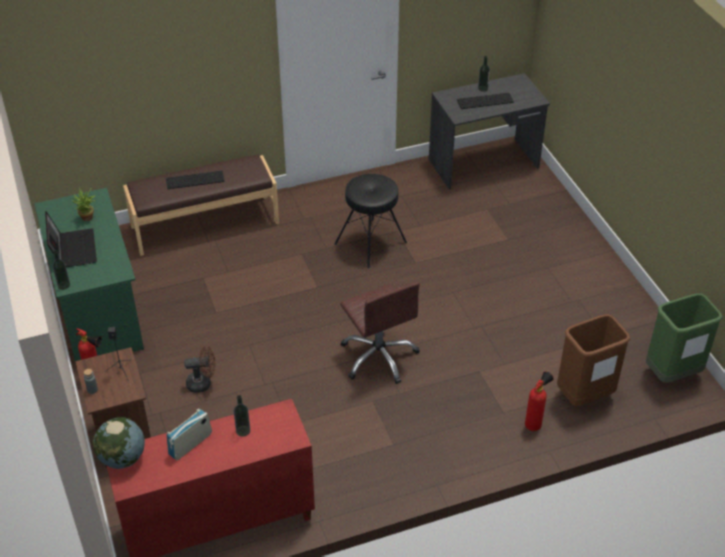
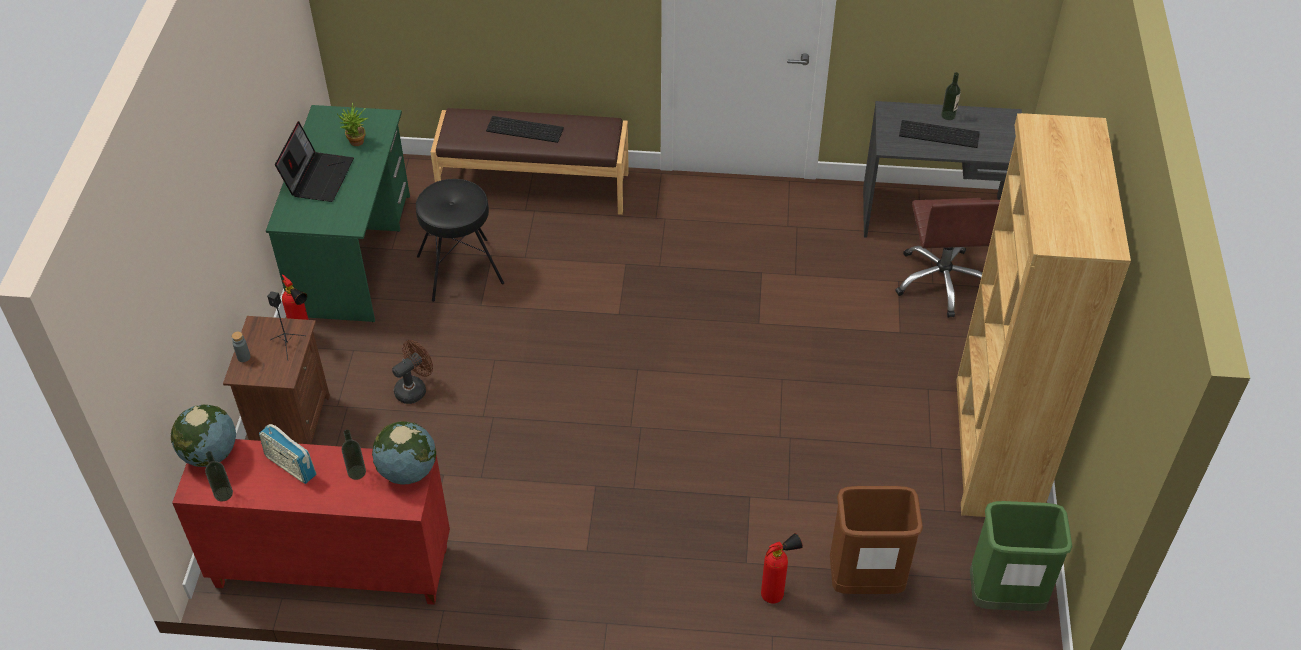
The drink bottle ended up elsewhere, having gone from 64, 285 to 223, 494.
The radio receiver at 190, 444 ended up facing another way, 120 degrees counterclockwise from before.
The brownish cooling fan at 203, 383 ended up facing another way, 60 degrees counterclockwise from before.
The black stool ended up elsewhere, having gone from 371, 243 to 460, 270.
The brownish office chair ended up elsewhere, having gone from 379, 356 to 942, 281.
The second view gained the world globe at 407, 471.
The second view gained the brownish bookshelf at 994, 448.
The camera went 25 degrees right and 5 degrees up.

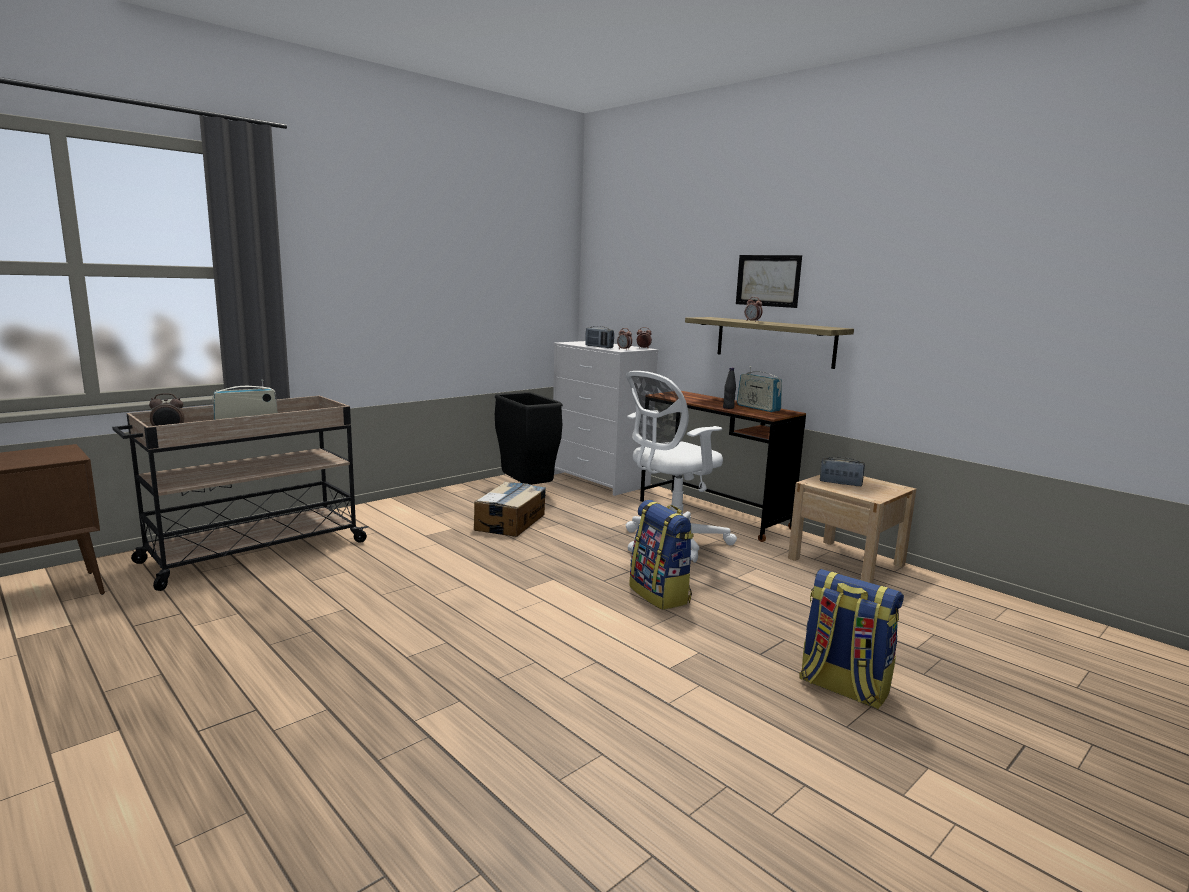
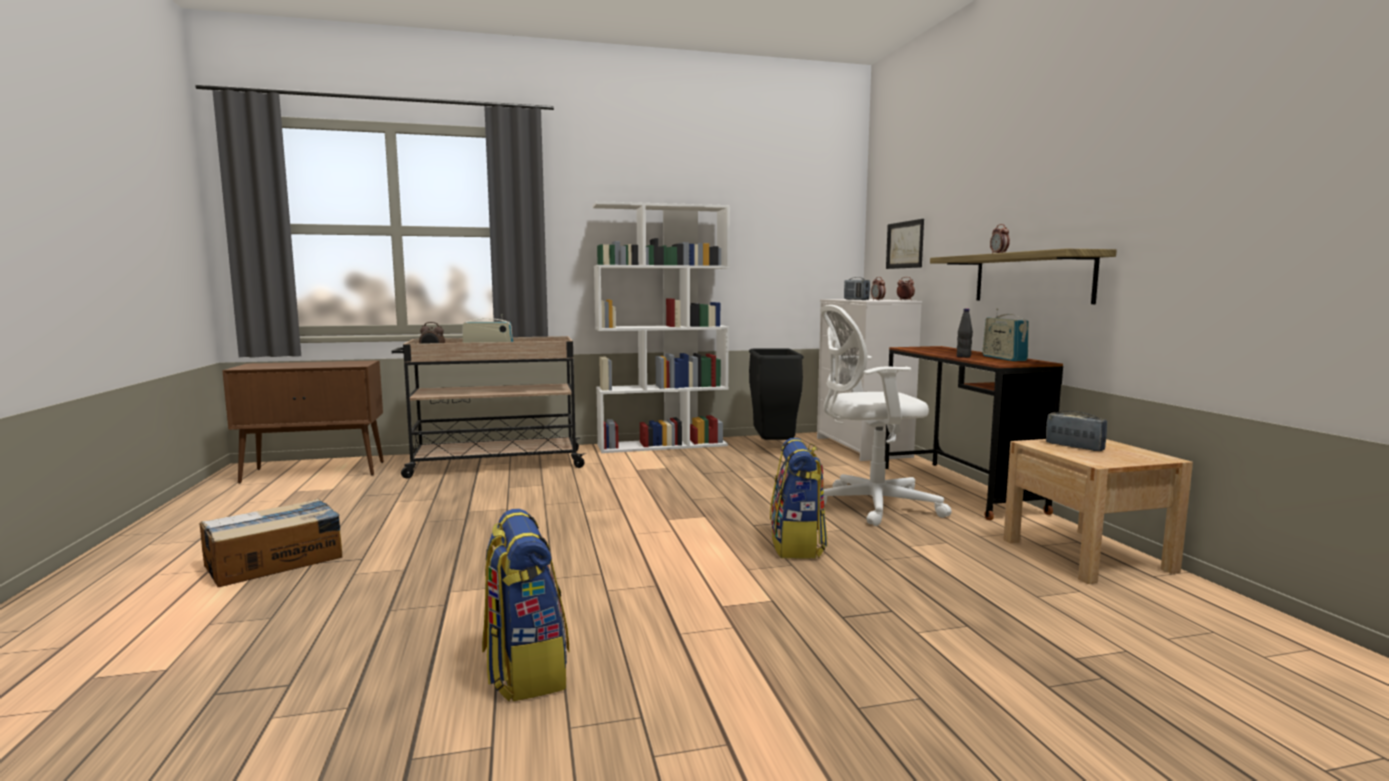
The carton ended up elsewhere, having gone from 511, 522 to 276, 561.
The picture ended up elsewhere, having gone from 768, 280 to 904, 245.
The knapsack ended up elsewhere, having gone from 842, 688 to 525, 670.
The second view gained the white-coloured bookshelf at 663, 445.
The camera went 30 degrees right and 5 degrees down.

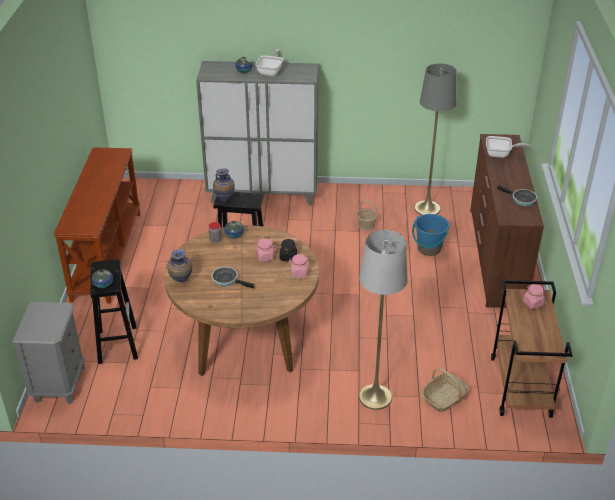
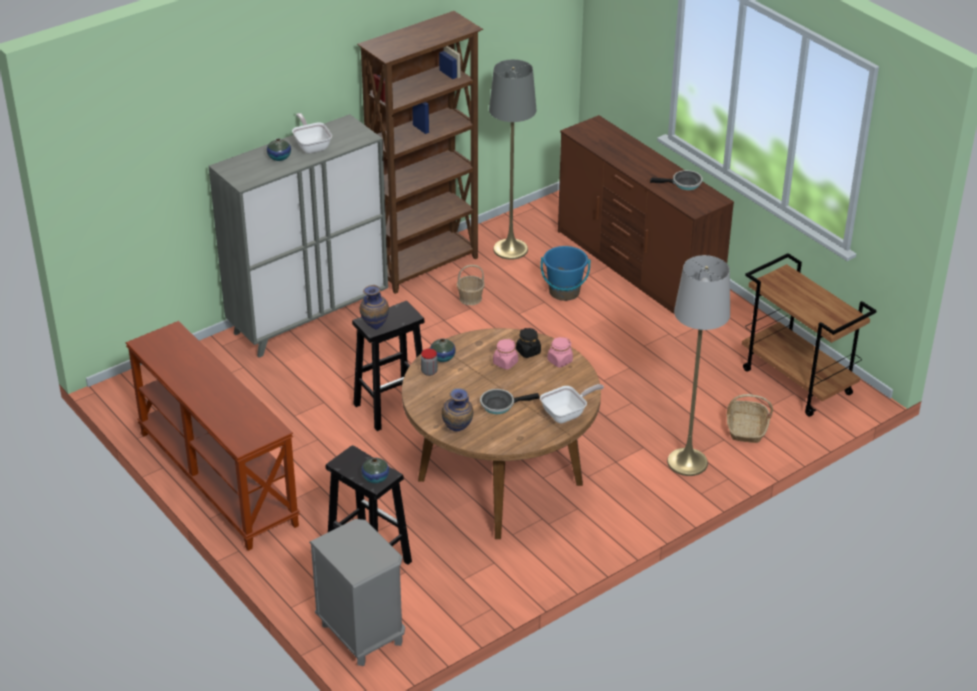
The pan ended up elsewhere, having gone from 500, 154 to 567, 414.
The second view lost the pink preserve jar at 533, 303.
The second view gained the brownish bookshelf at 426, 266.
The camera went 40 degrees left and 0 degrees up.

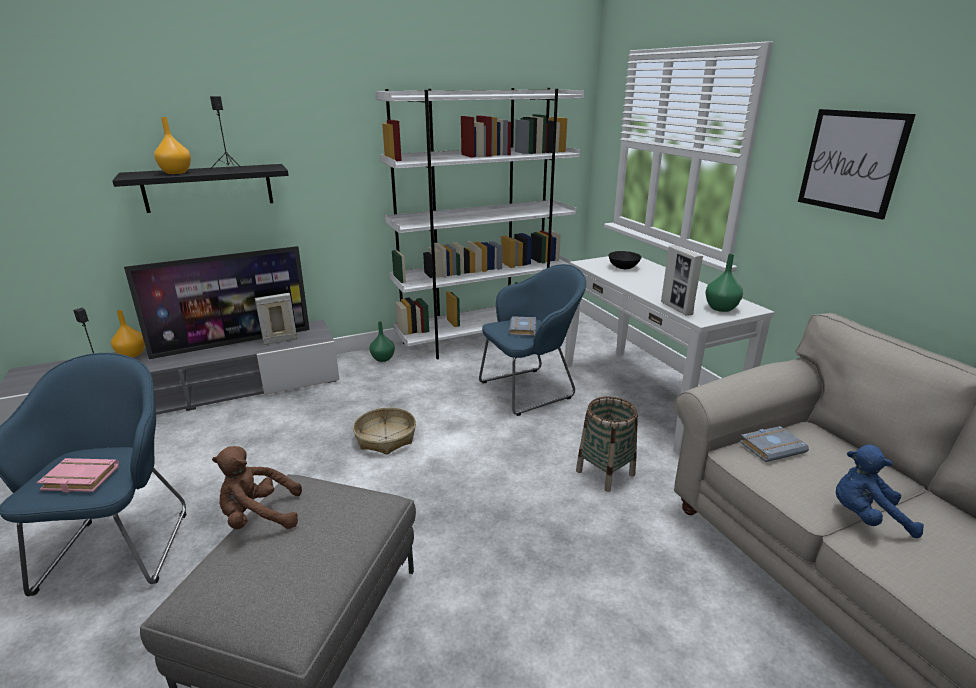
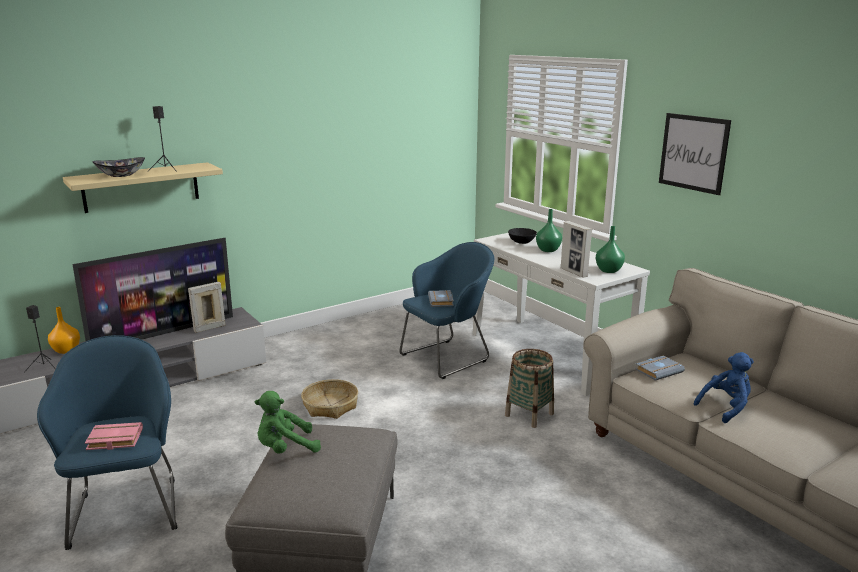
What was the black bracket shelf at 208, 188 turned into the beige-coloured bracket shelf at 141, 187.
Where the orange flower vase stood at 177, 172, the deep dish came to stand at 121, 175.
What was the brownish cuddly toy at 259, 517 turned into the green-coloured cuddly toy at 285, 449.
The green-coloured flower vase ended up elsewhere, having gone from 383, 359 to 548, 250.
The second view lost the white-coloured bookshelf at 484, 338.
The blue cuddly toy at 865, 517 ended up facing another way, 150 degrees clockwise from before.
The camera went 10 degrees left and 5 degrees down.

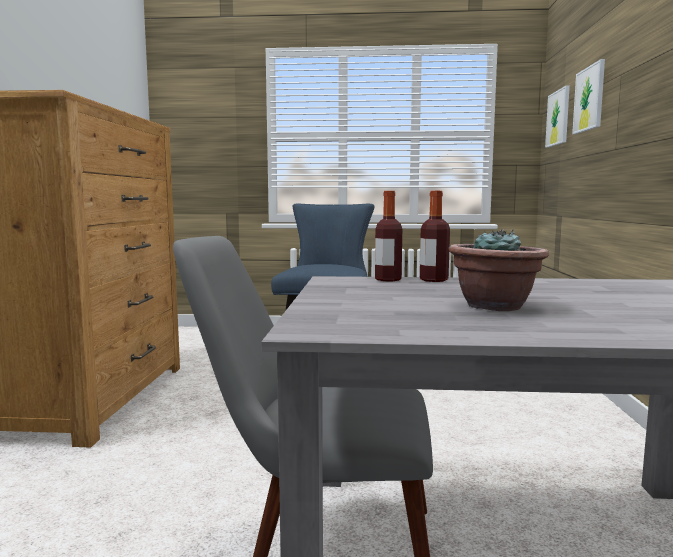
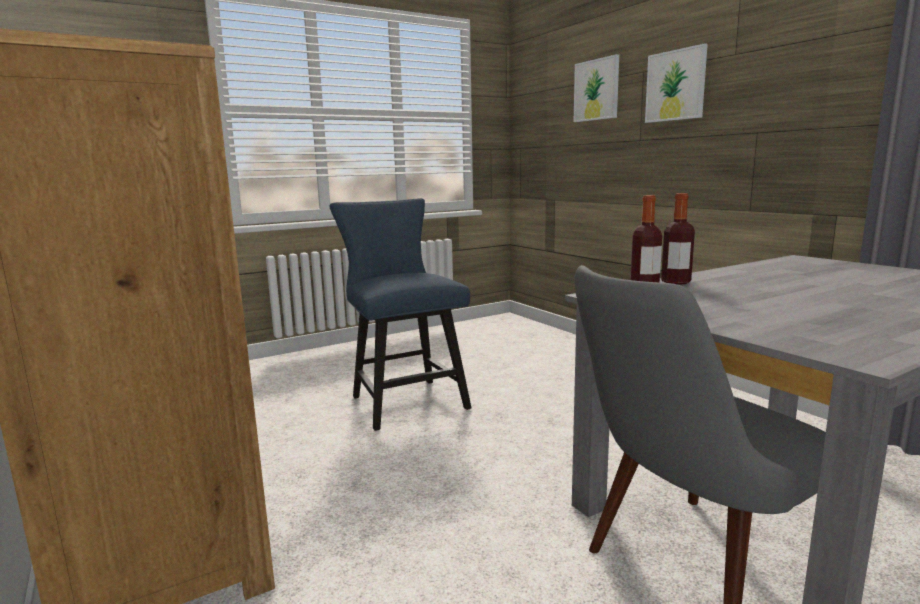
The second view lost the potted plant at 495, 306.
The picture ended up elsewhere, having gone from 558, 118 to 675, 85.
The camera went 35 degrees left and 5 degrees up.

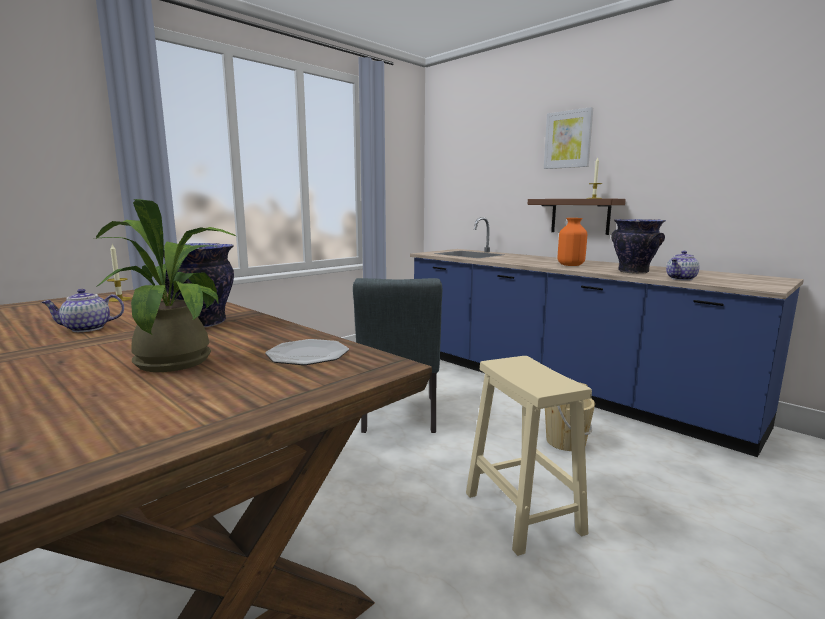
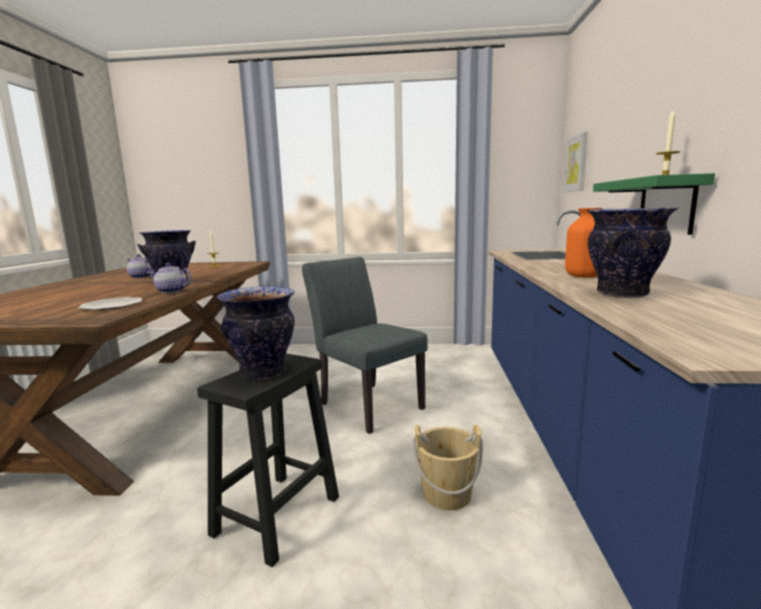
The second view lost the potted plant at 178, 359.
The grey upright chair at 399, 417 ended up facing another way, 90 degrees clockwise from before.
What was the beige-coloured stool at 524, 514 turned into the black stool at 276, 517.
What was the brownish bracket shelf at 580, 216 turned into the green-coloured bracket shelf at 666, 205.
The picture ended up elsewhere, having gone from 568, 139 to 576, 163.
The tea pot ended up elsewhere, having gone from 681, 279 to 171, 291.
The second view gained the flower vase at 264, 372.
The camera went 50 degrees right and 0 degrees up.

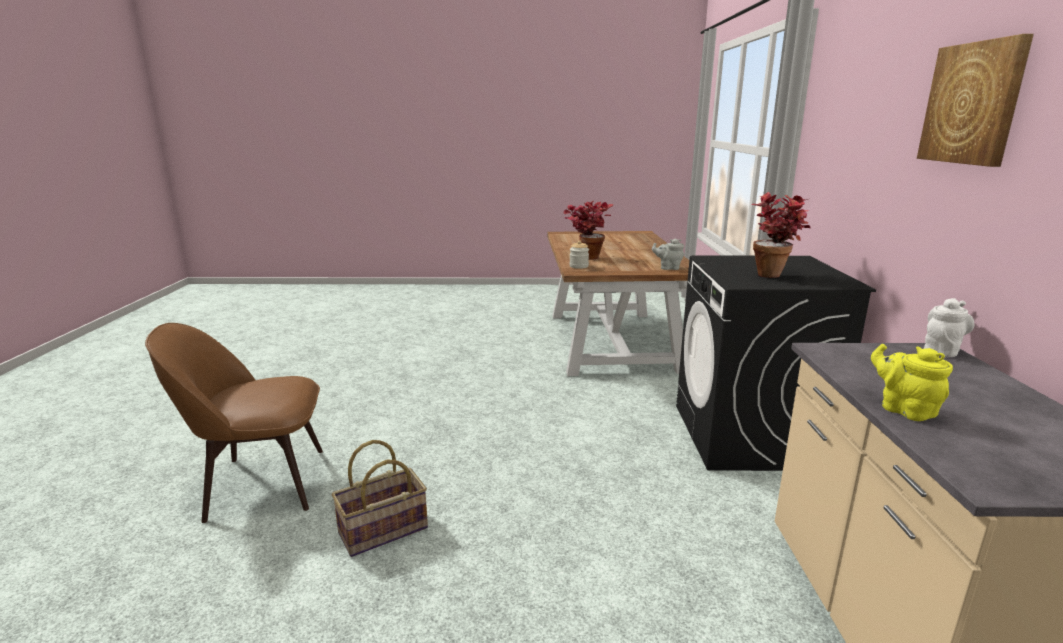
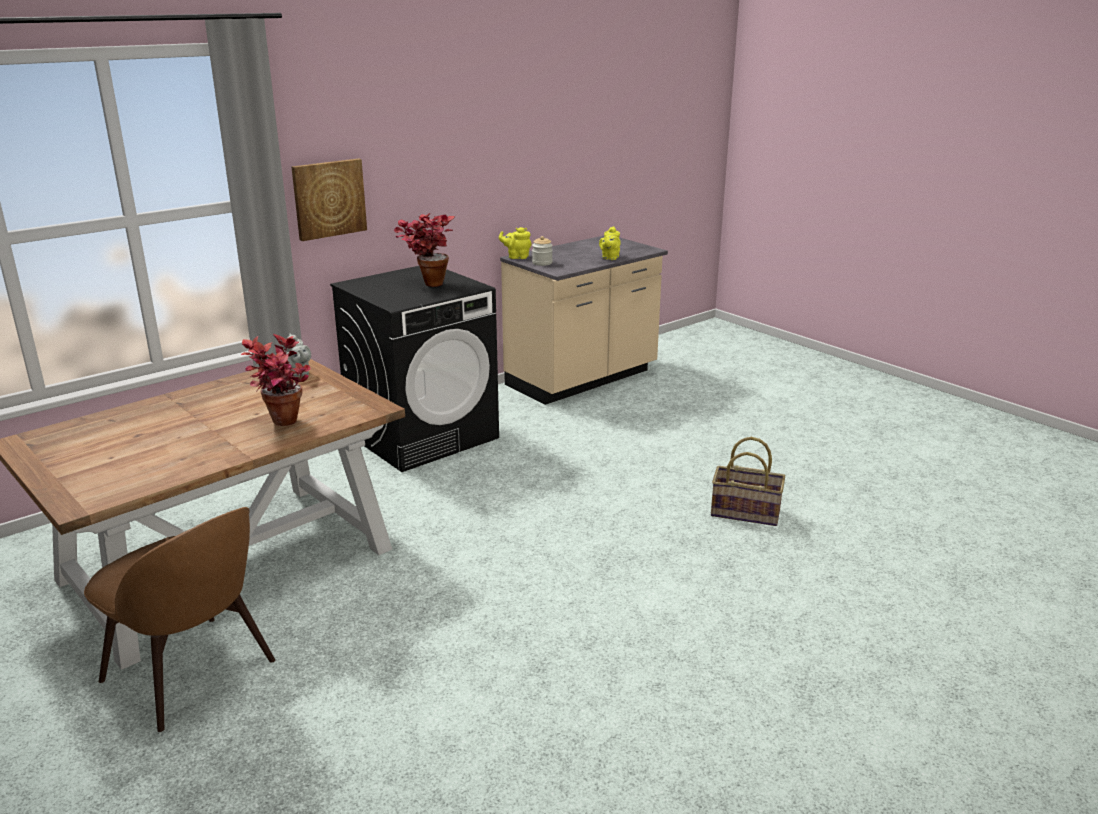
The brownish upright chair ended up elsewhere, having gone from 260, 484 to 192, 674.
The preserve jar ended up elsewhere, having gone from 578, 266 to 542, 263.
The picture ended up elsewhere, having gone from 973, 103 to 329, 198.
What was the white-coloured tea pot at 942, 350 turned into the yellowish tea pot at 517, 257.
The camera went 130 degrees left and 5 degrees up.

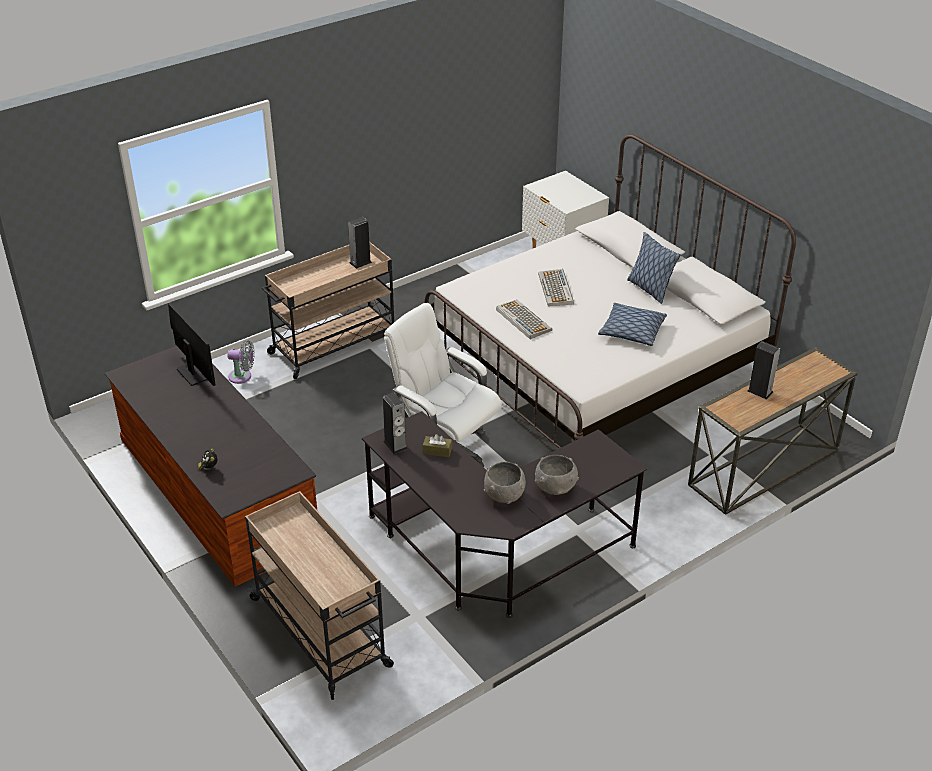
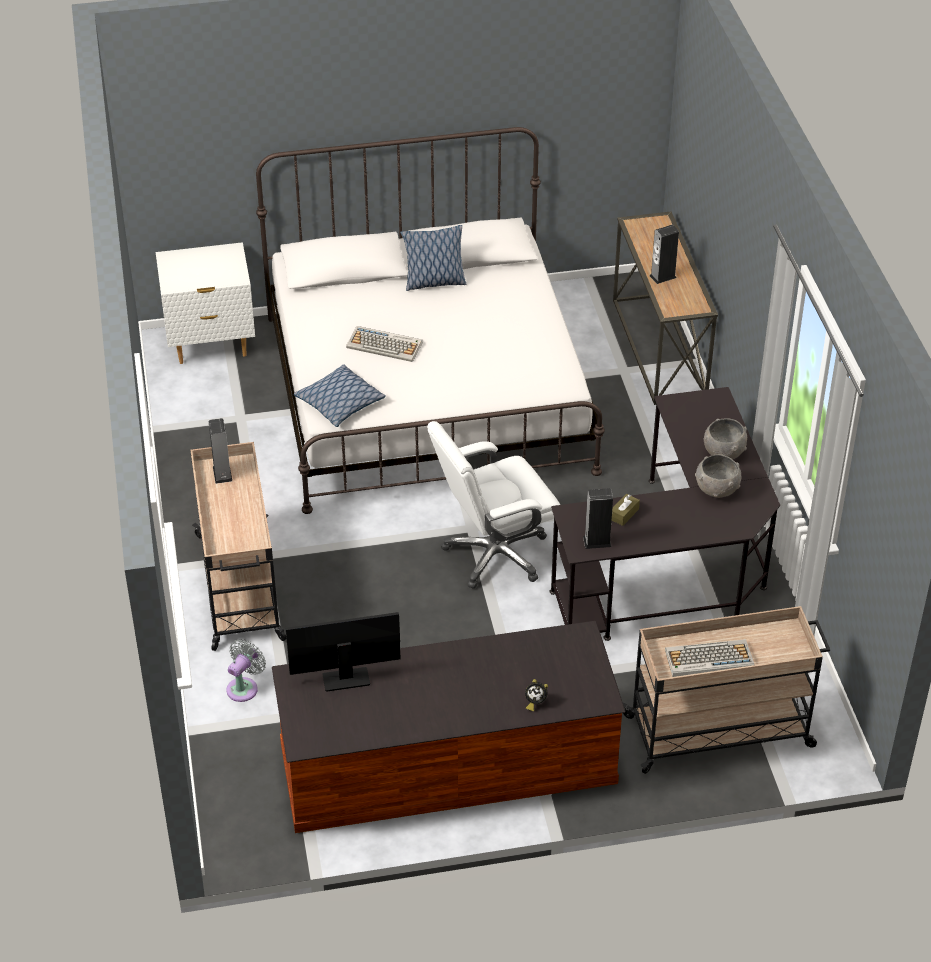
The computer keyboard ended up elsewhere, having gone from 523, 320 to 708, 659.
The throw pillow ended up elsewhere, having gone from 631, 331 to 340, 403.
The camera went 65 degrees left and 5 degrees up.

